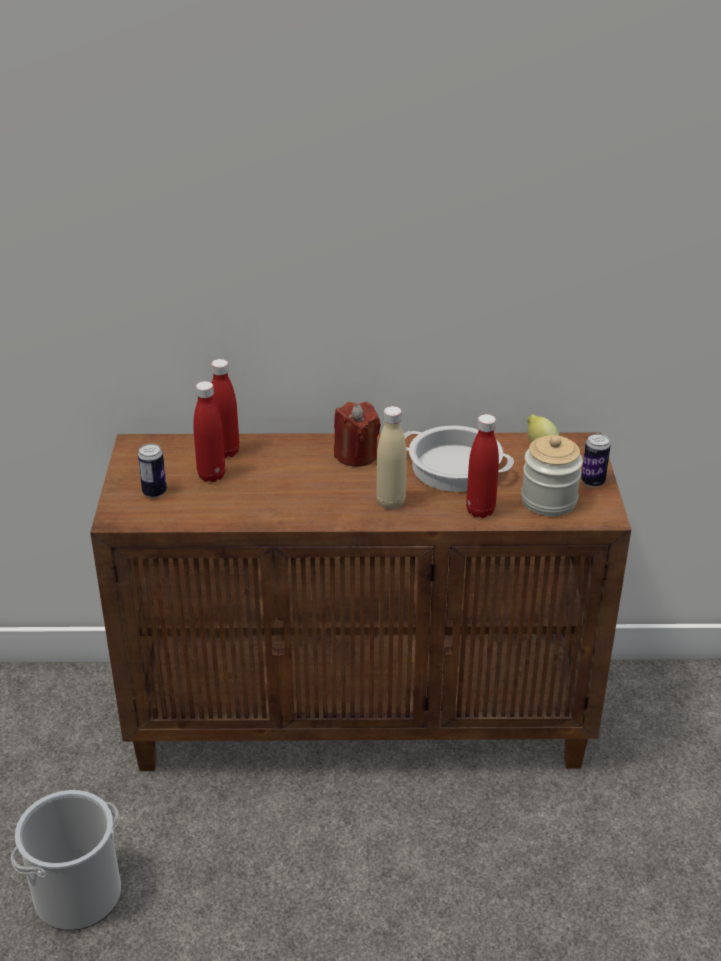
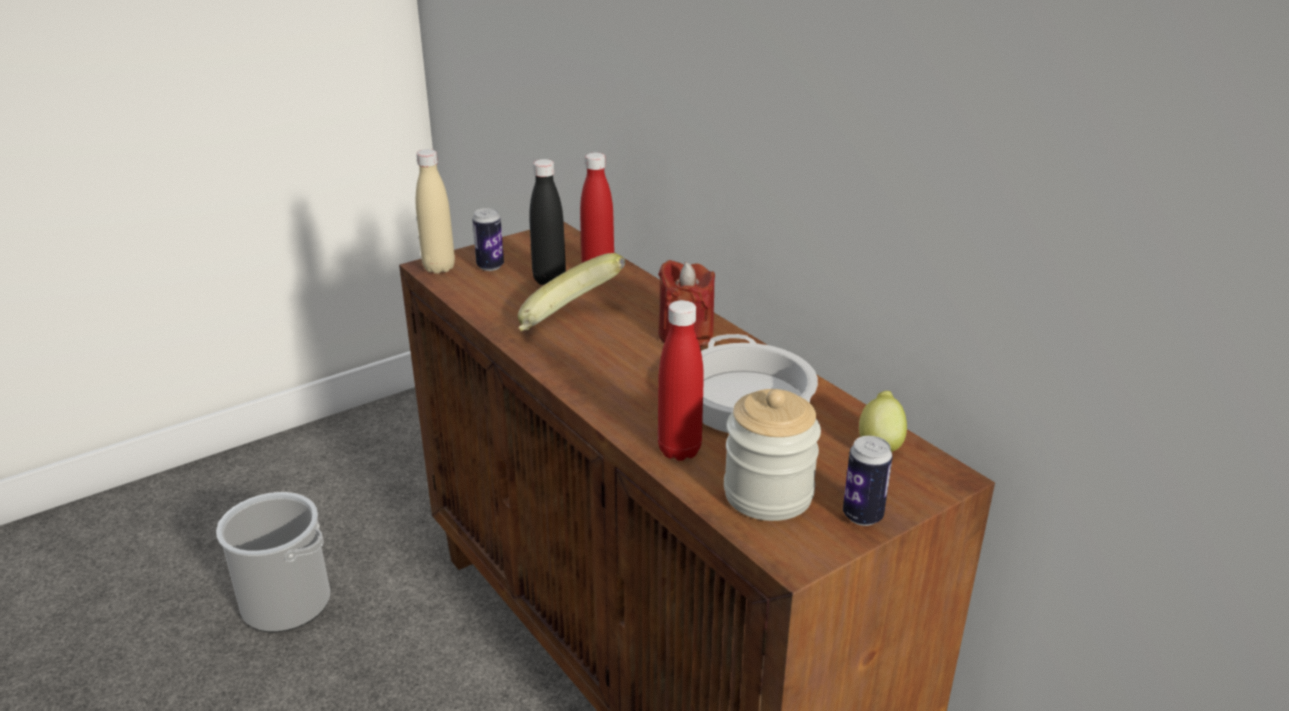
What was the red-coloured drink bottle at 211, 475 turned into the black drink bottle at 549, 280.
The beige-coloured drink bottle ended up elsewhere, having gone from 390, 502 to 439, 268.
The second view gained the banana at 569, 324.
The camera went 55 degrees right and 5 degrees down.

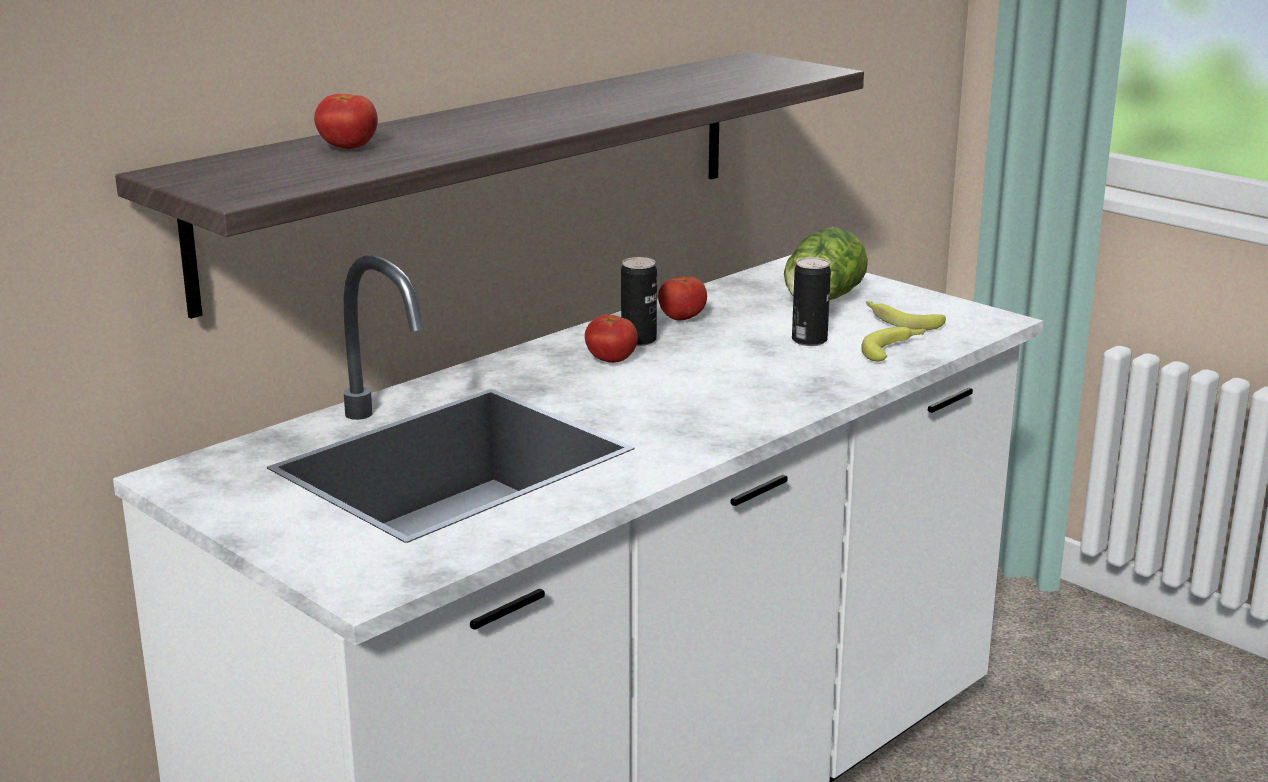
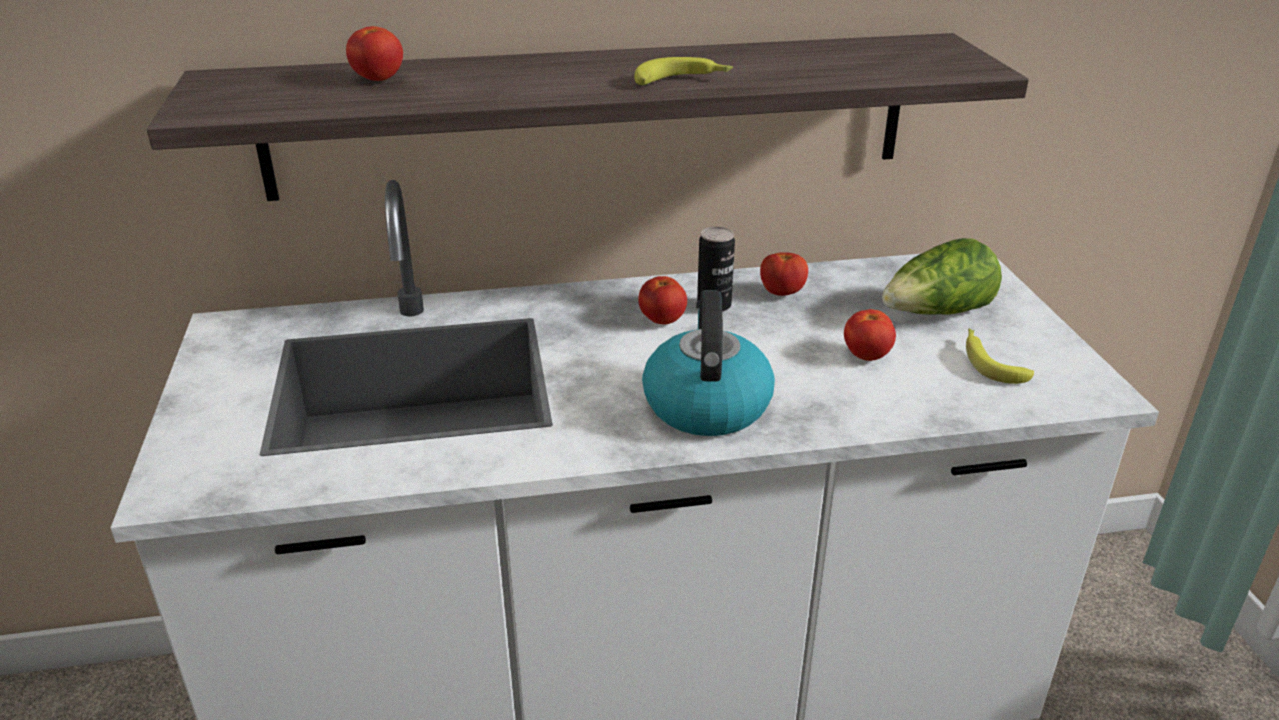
Where the can stood at 809, 340, the tomato came to stand at 866, 355.
The banana ended up elsewhere, having gone from 895, 350 to 683, 81.
The second view gained the kettle at 706, 404.
The camera went 35 degrees right and 10 degrees up.

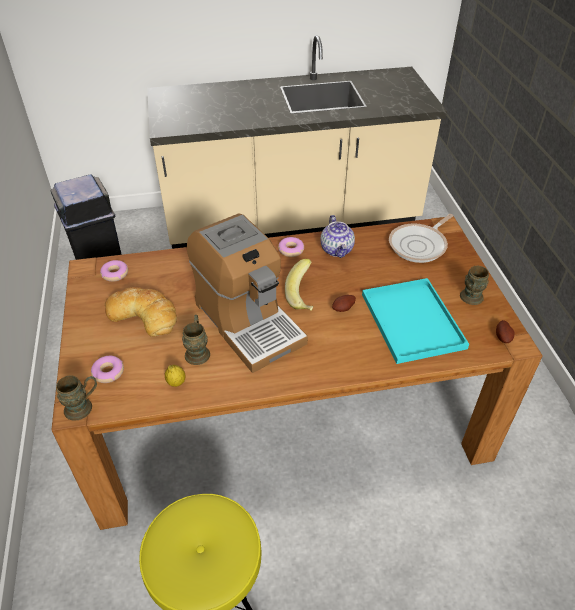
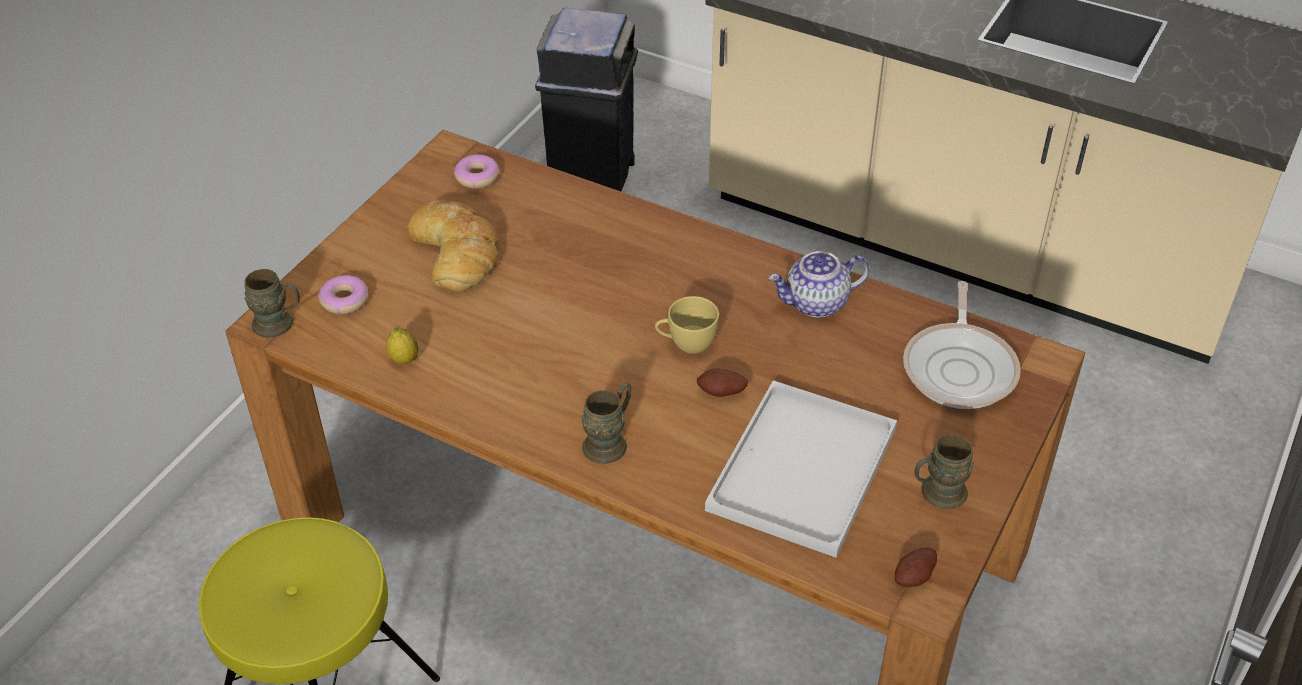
The brownish mug ended up elsewhere, having gone from 198, 351 to 610, 441.
The second view lost the coffee maker at 248, 322.
The second view lost the donut at 291, 250.
Where the banana stood at 304, 296, the yellowish drinking cup came to stand at 686, 344.
The tea pot at 337, 250 ended up facing another way, 45 degrees clockwise from before.
What was the turquoise serving tray at 414, 322 turned into the white-coloured serving tray at 803, 472.
The pan at 420, 245 ended up facing another way, 75 degrees counterclockwise from before.
The camera went 40 degrees right and 0 degrees up.

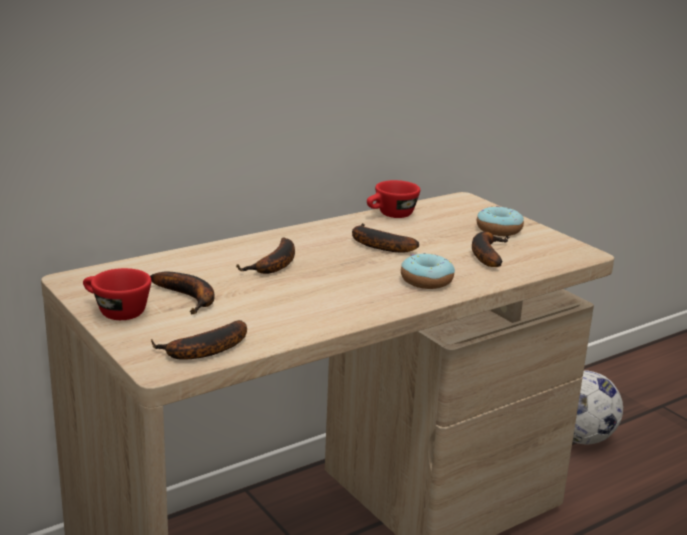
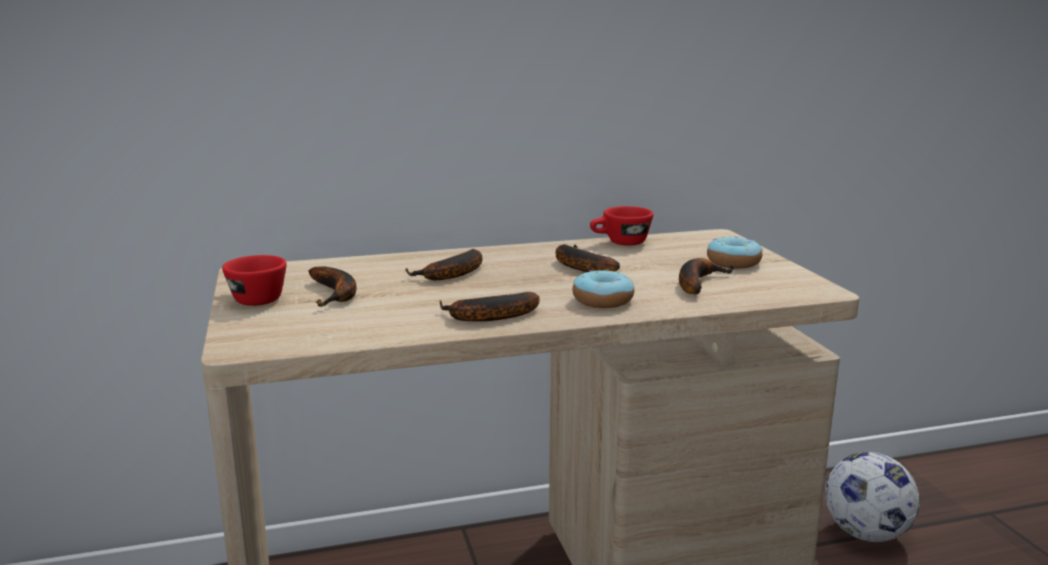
The banana ended up elsewhere, having gone from 203, 351 to 488, 317.
The camera went 20 degrees right and 5 degrees down.

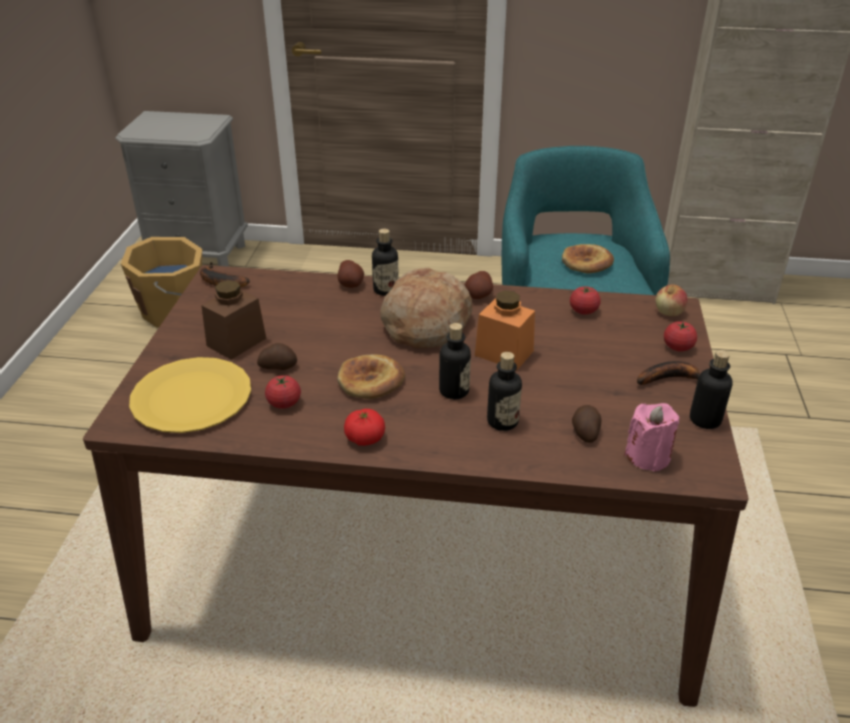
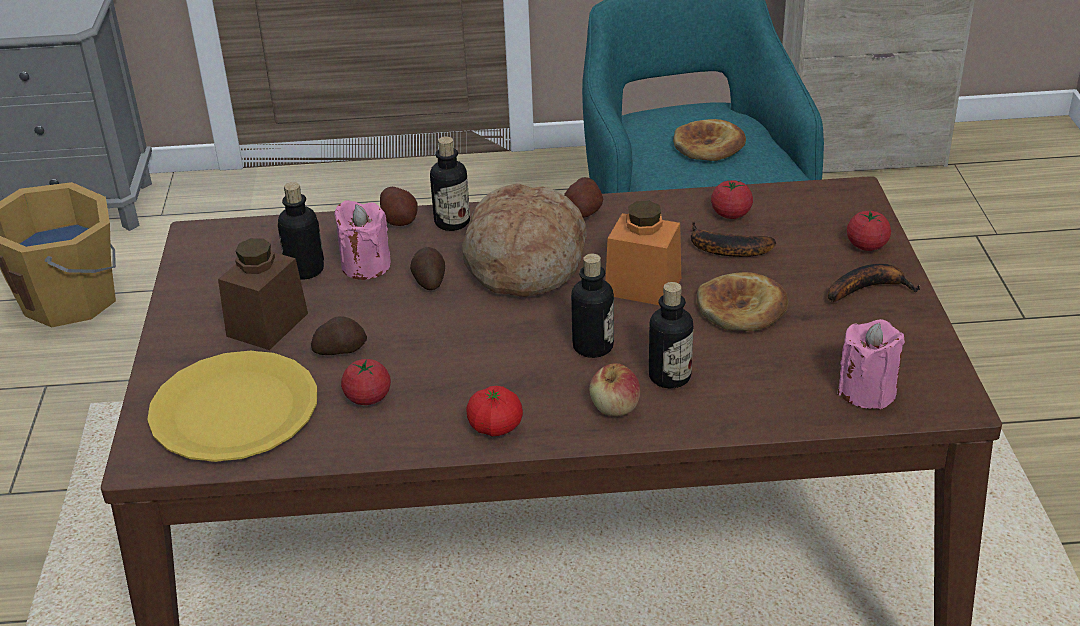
The banana ended up elsewhere, having gone from 219, 282 to 723, 249.
The baked bread ended up elsewhere, having gone from 370, 381 to 741, 308.
The spud ended up elsewhere, having gone from 585, 432 to 429, 280.
The whole apple ended up elsewhere, having gone from 669, 312 to 615, 407.
The drink bottle ended up elsewhere, having gone from 705, 420 to 305, 270.
The second view gained the pink wax light at 366, 265.
The camera went 10 degrees left and 0 degrees up.

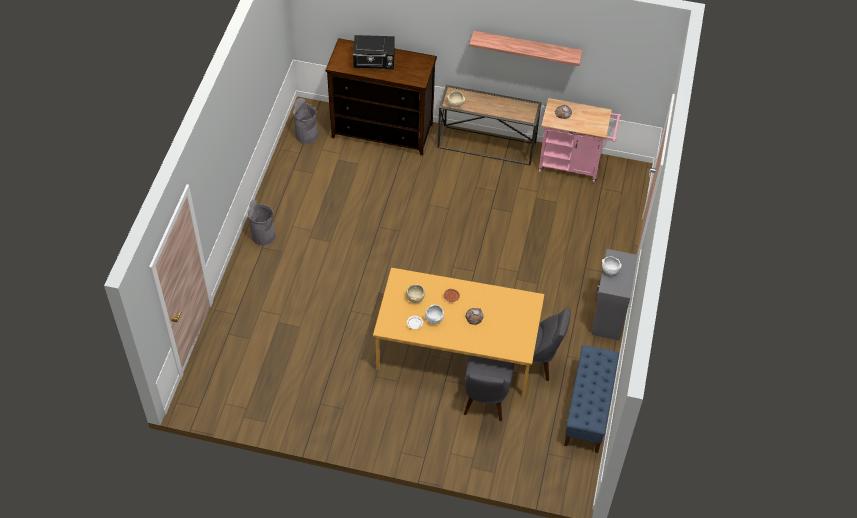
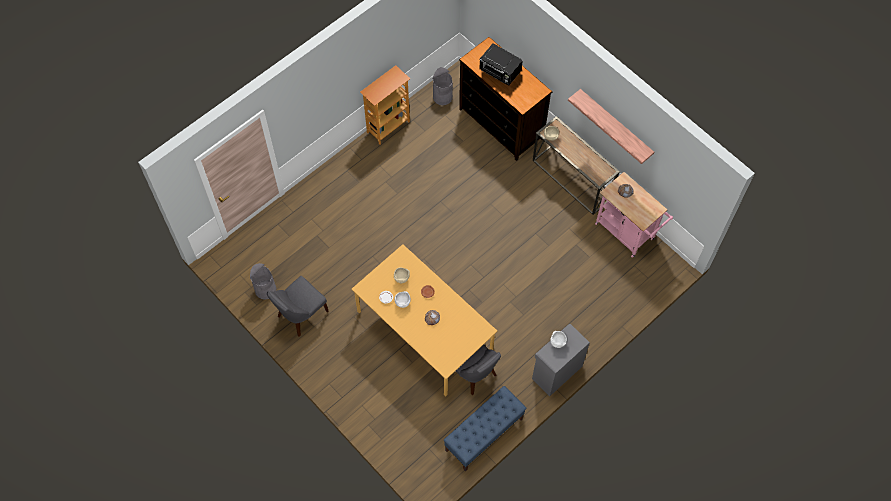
The grey trash can ended up elsewhere, having gone from 263, 235 to 265, 289.
The grey upright chair ended up elsewhere, having gone from 485, 399 to 300, 315.
The second view gained the bookshelf at 388, 126.
The camera went 35 degrees right and 10 degrees up.

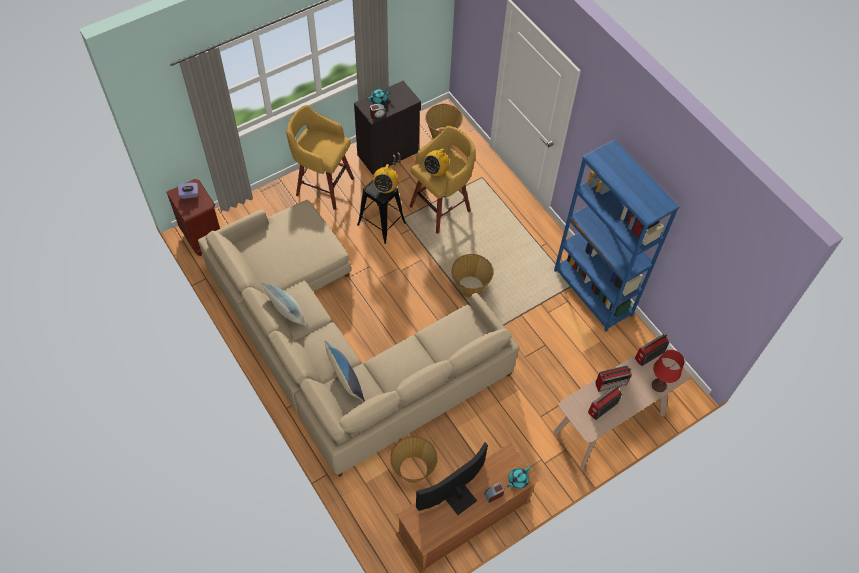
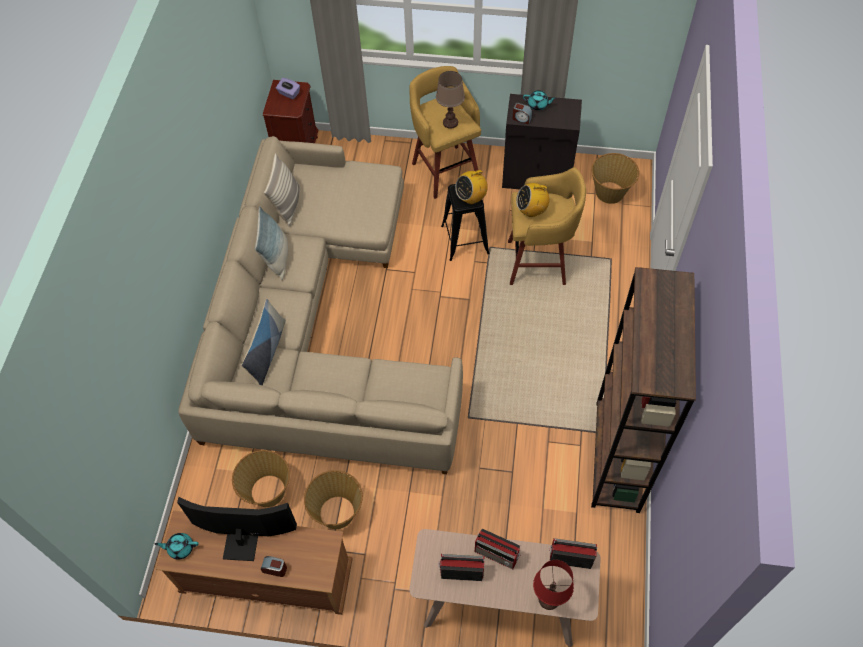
The household basket ended up elsewhere, having gone from 470, 286 to 337, 512.
The turquoise tea pot ended up elsewhere, having gone from 517, 480 to 180, 548.
What was the blue bookshelf at 593, 293 turned into the brownish bookshelf at 617, 456.
The second view gained the throw pillow at 287, 206.
The second view gained the brownish table lamp at 450, 122.
The camera went 45 degrees right and 0 degrees up.

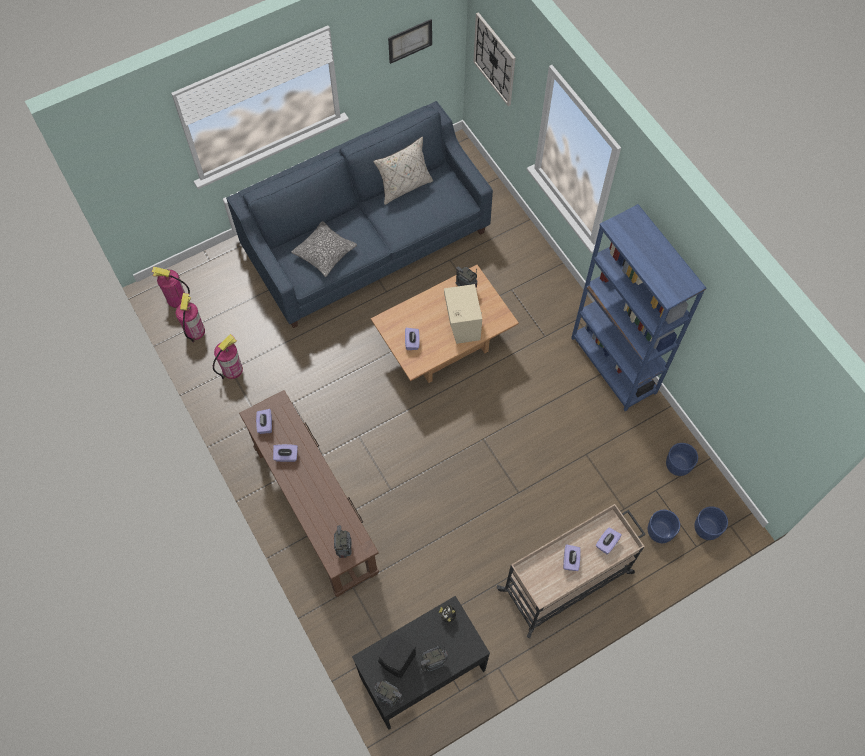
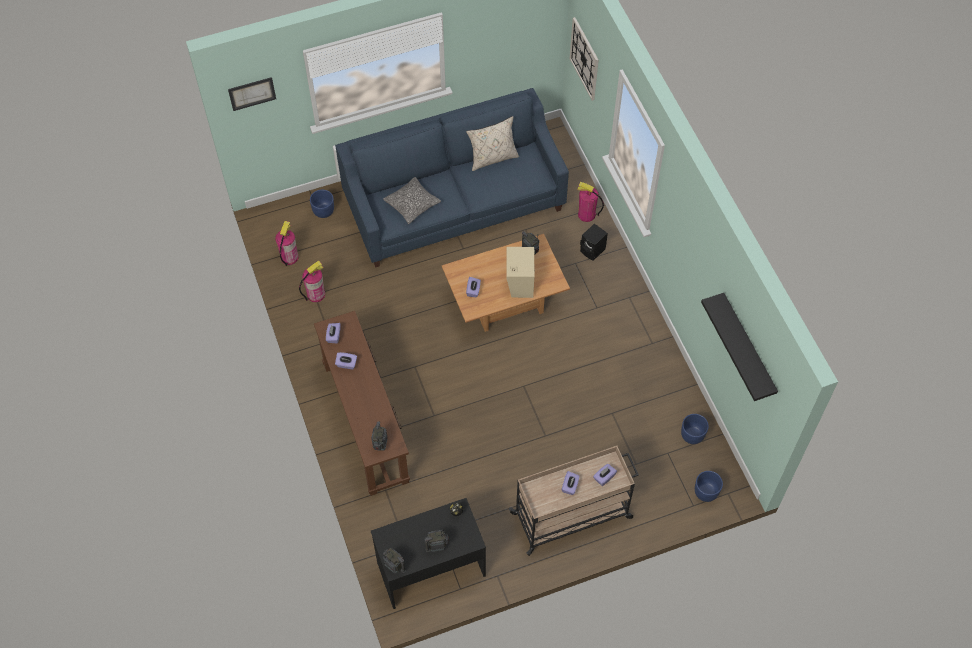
The fire extinguisher ended up elsewhere, having gone from 176, 299 to 586, 214.
The black speaker ended up elsewhere, having gone from 399, 661 to 593, 251.
The picture ended up elsewhere, having gone from 410, 40 to 252, 93.
The second view lost the blue bookshelf at 613, 365.
The blue planter ended up elsewhere, having gone from 660, 531 to 323, 210.
The second view gained the black bracket shelf at 748, 347.
The camera went 10 degrees right and 5 degrees down.

